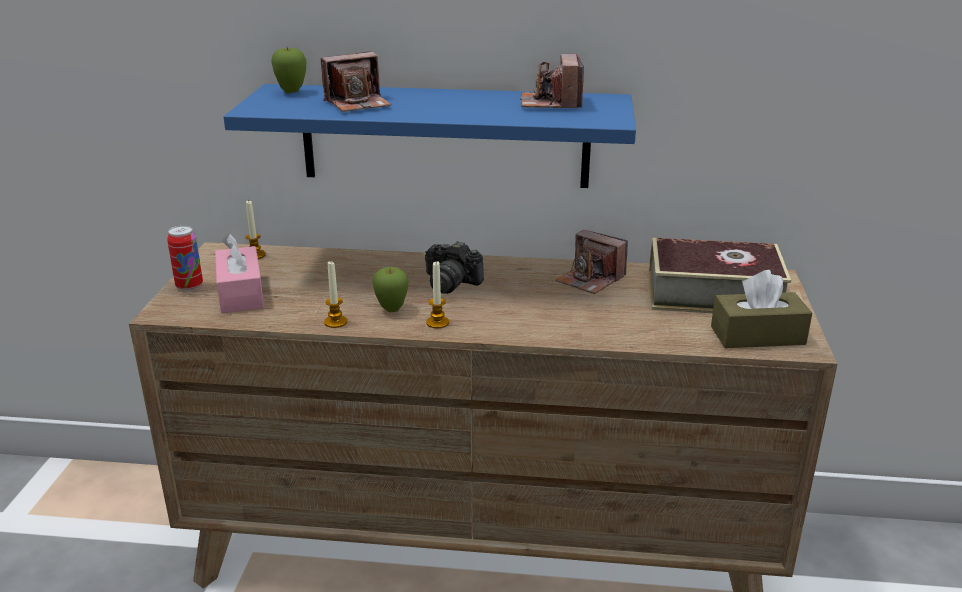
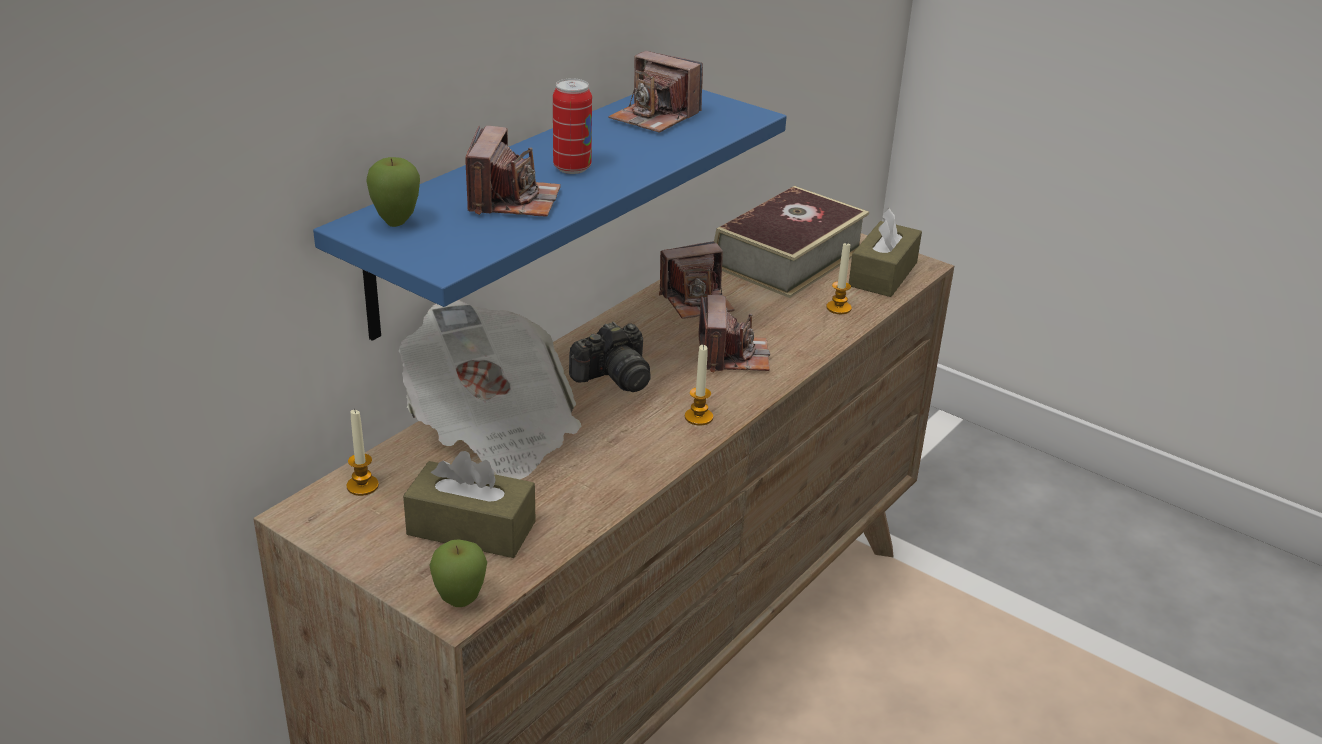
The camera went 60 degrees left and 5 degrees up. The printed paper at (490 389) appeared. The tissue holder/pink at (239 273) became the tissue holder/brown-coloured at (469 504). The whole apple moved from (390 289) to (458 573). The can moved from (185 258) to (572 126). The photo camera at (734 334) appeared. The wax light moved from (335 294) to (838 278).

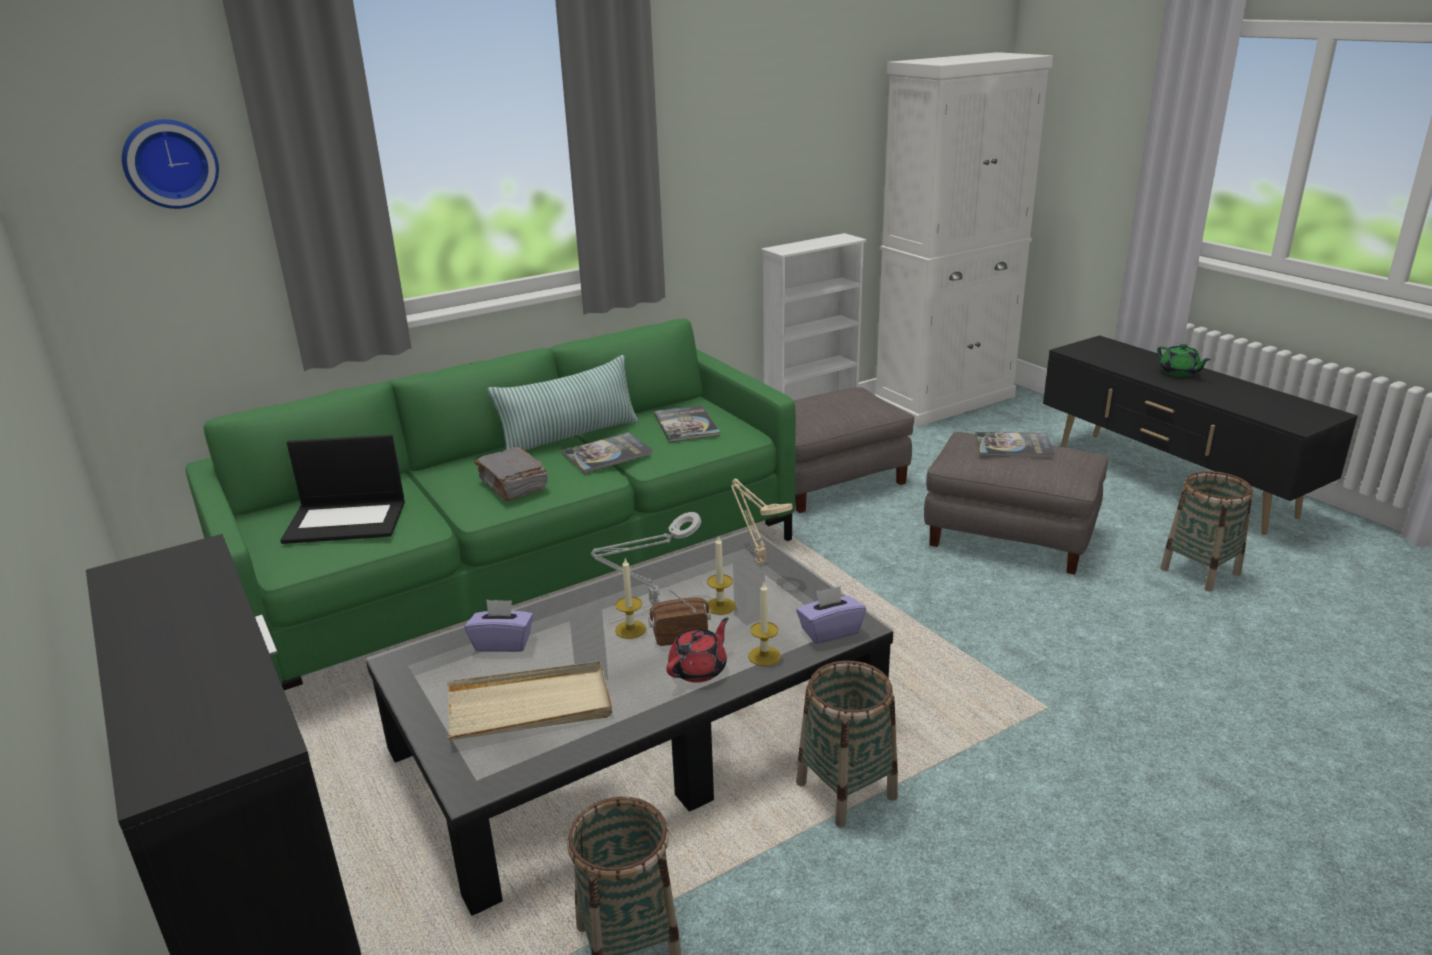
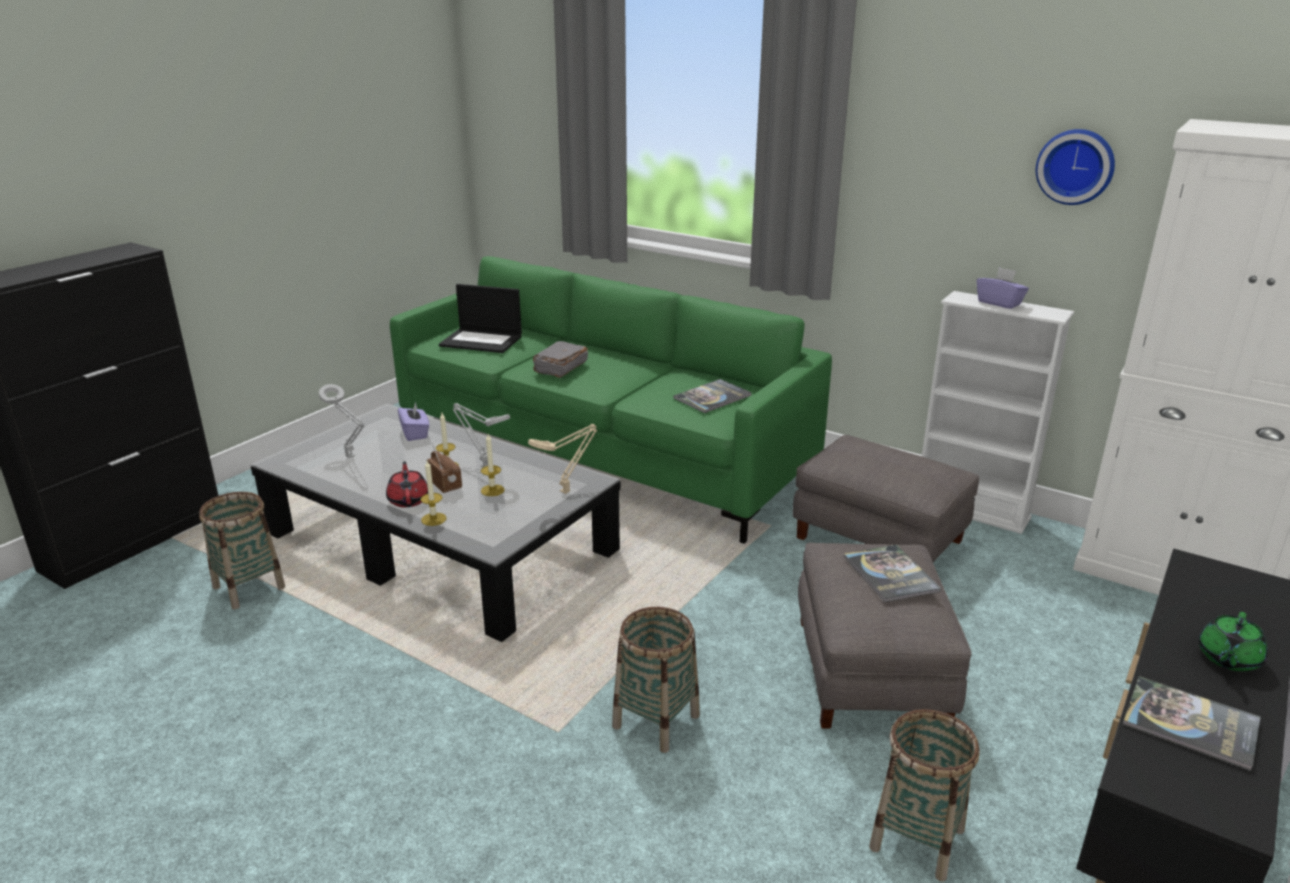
The camera went 65 degrees right and 0 degrees up. The serving tray/beige at (529 700) was replaced by the table lamp/greyish at (342 421). The teapot/red at (697 650) turned 120 degrees counterclockwise. The portable computer at (342 489) turned 45 degrees counterclockwise. The household basket moved from (847 744) to (656 680). The tissue holder/purple-coloured moved from (831 615) to (1003 288). The wall clock moved from (170 164) to (1075 167). The volume moved from (607 453) to (1191 723). The throw pillow at (563 403) disappeared.

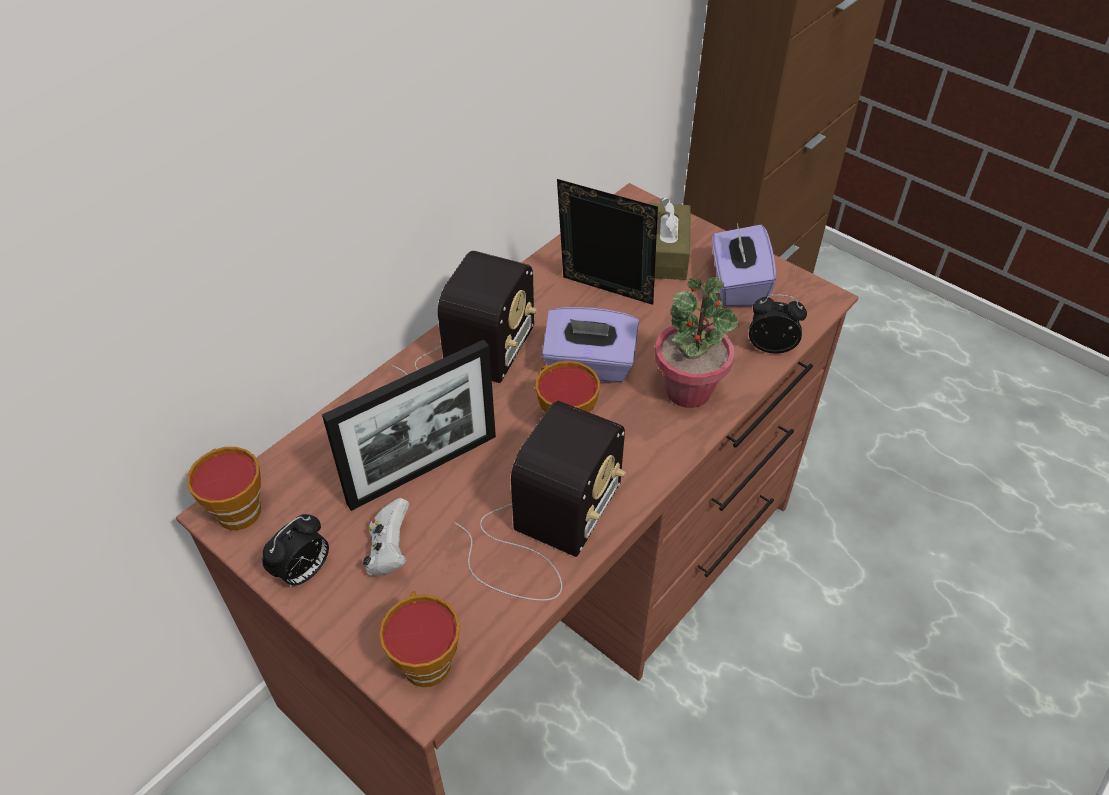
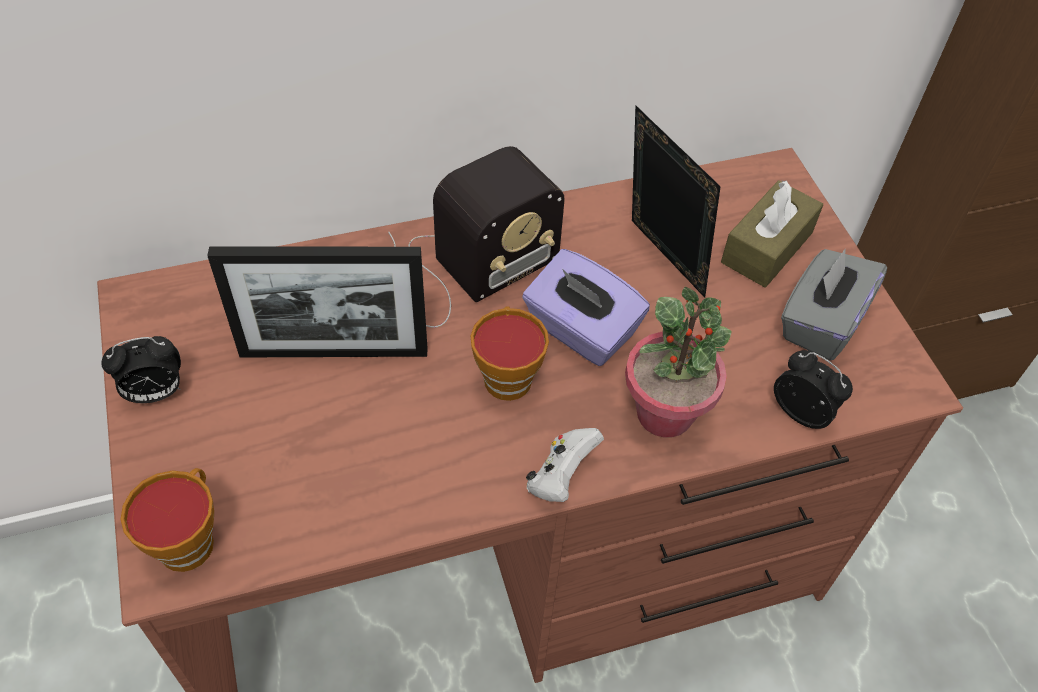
The camera went 30 degrees right and 5 degrees up. The game controller/white-coloured moved from (386 537) to (565 465). The tissue holder/purple-coloured at (744 264) became the tissue holder/greyish at (834 304). The cup at (224 488) disappeared. The radio set at (540 501) disappeared.

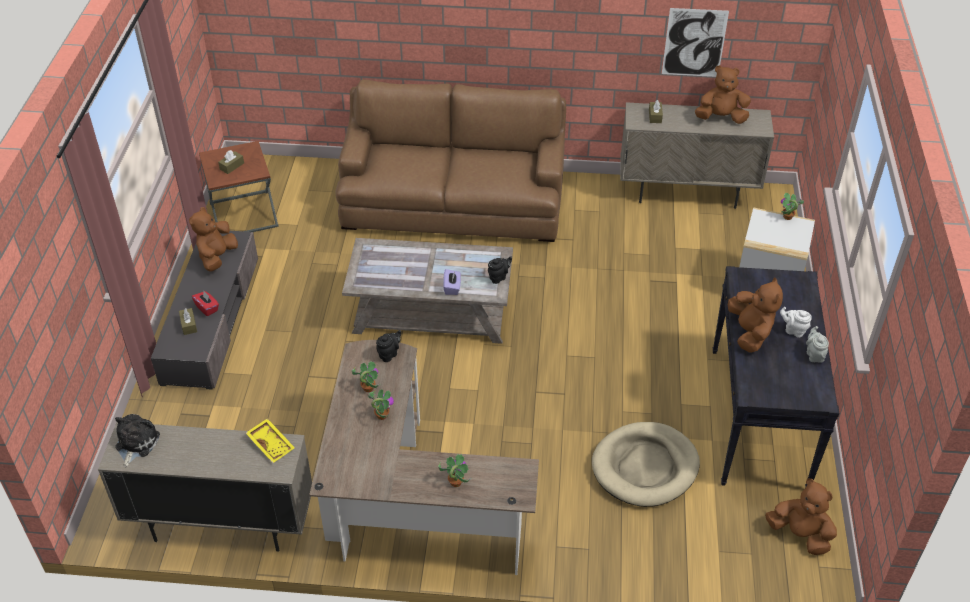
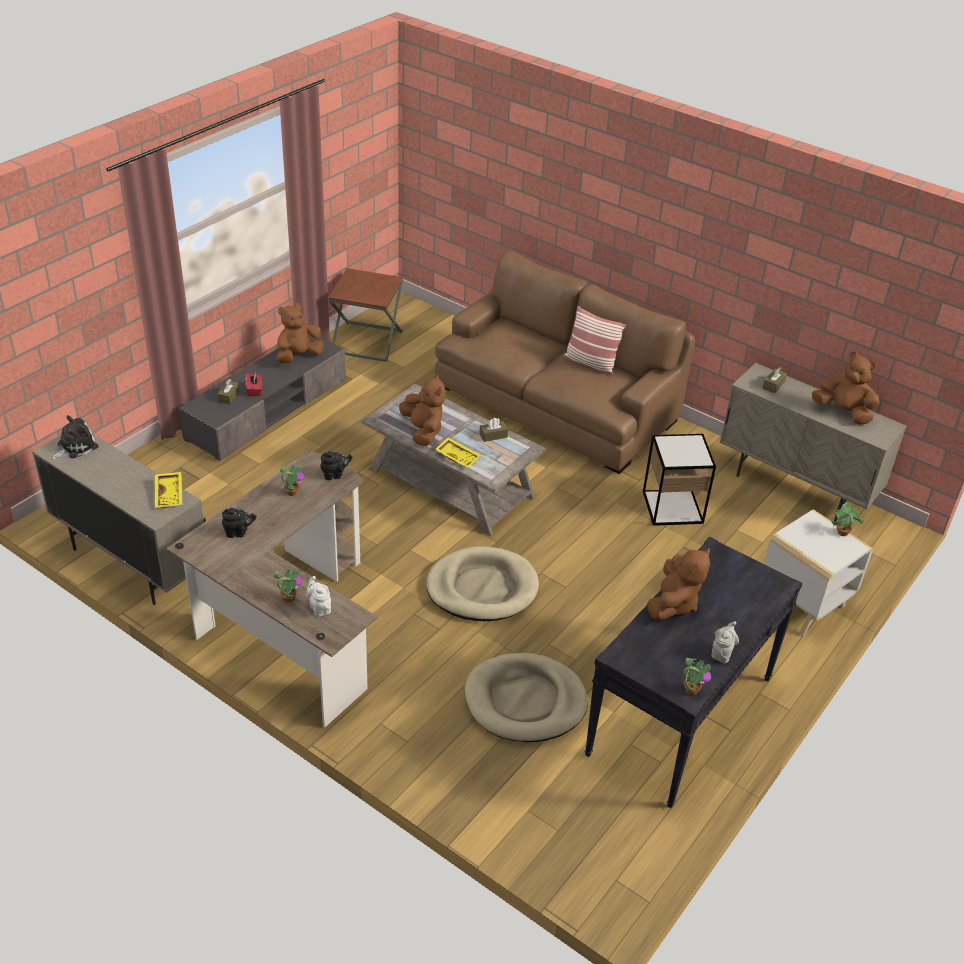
The camera went 30 degrees right and 5 degrees down. The teapot/black moved from (500 270) to (239 523). The teapot/white-coloured moved from (796 322) to (318 596). The plush toy/brown-coloured moved from (801 516) to (422 410). The dog cushion/beige at (482 583) appeared. The tissue holder/purple-coloured at (452 282) was replaced by the serving tray/yellow-coloured at (458 452). The tissue holder/brown-coloured moved from (231 162) to (493 430). The throw pillow at (595 340) appeared. The side table at (679 480) appeared. The plant in a pot moved from (381 405) to (697 676). The wall picture at (695 42) disappeared.

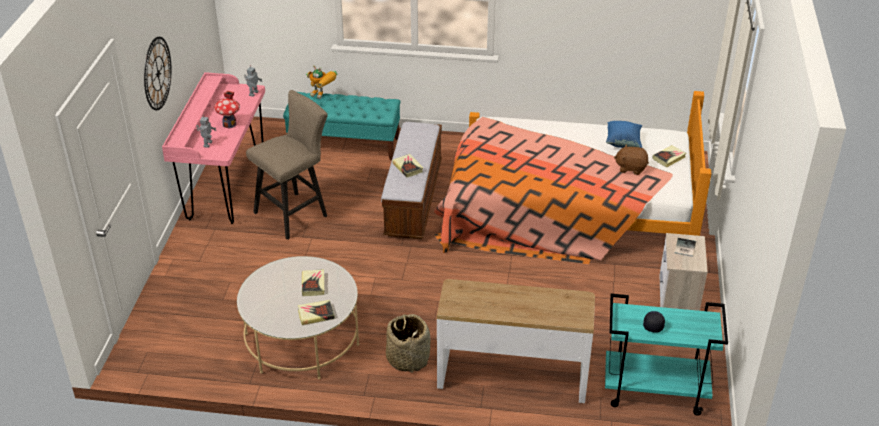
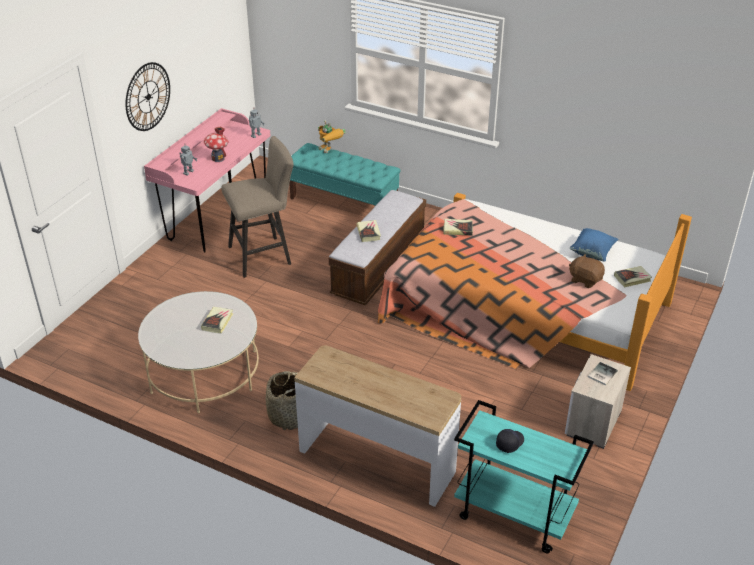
The camera went 20 degrees right and 0 degrees up. The volume moved from (316 312) to (458 227).

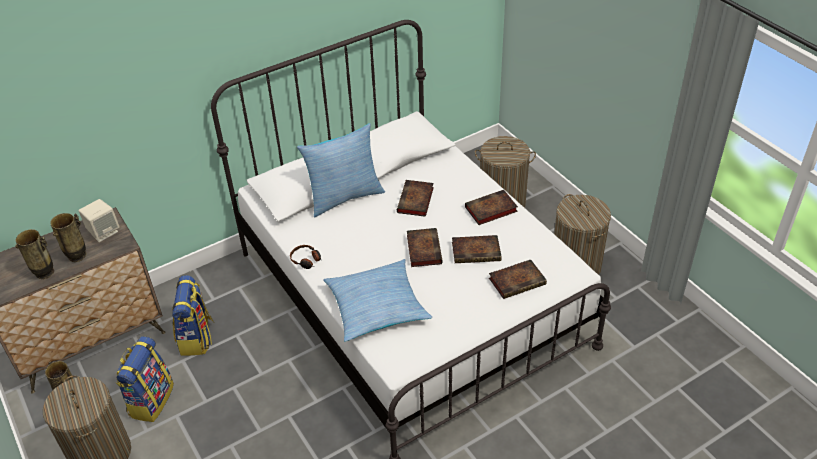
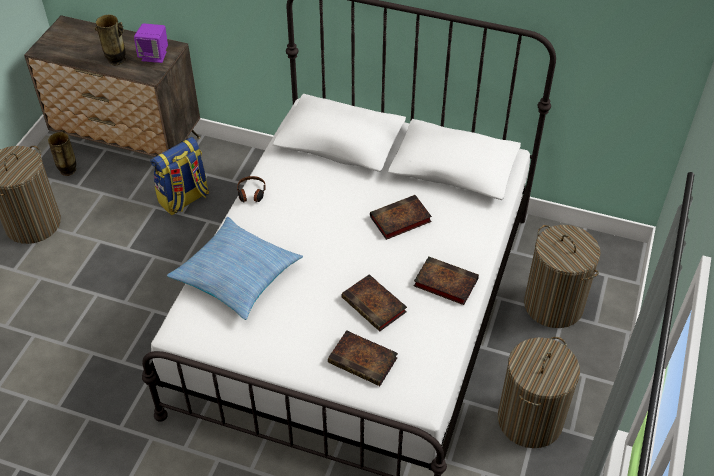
The camera went 50 degrees right and 5 degrees up. The audio speaker/beige at (99 220) became the audio speaker/purple-coloured at (151 43). The vase at (34 254) disappeared. The rucksack at (145 379) disappeared. The throw pillow at (341 170) disappeared. The volume at (425 247) disappeared.

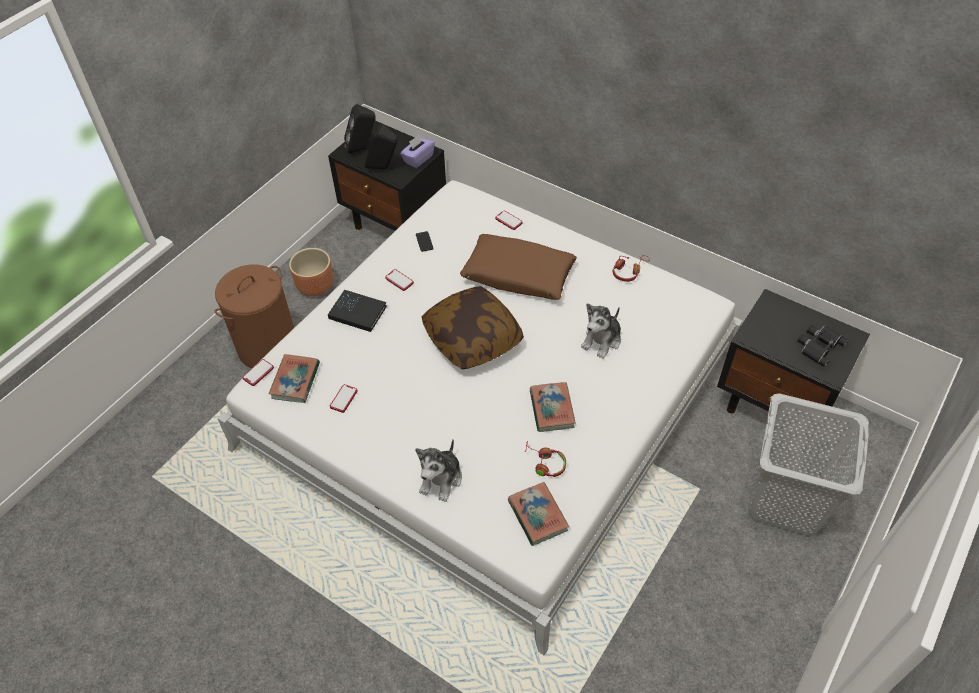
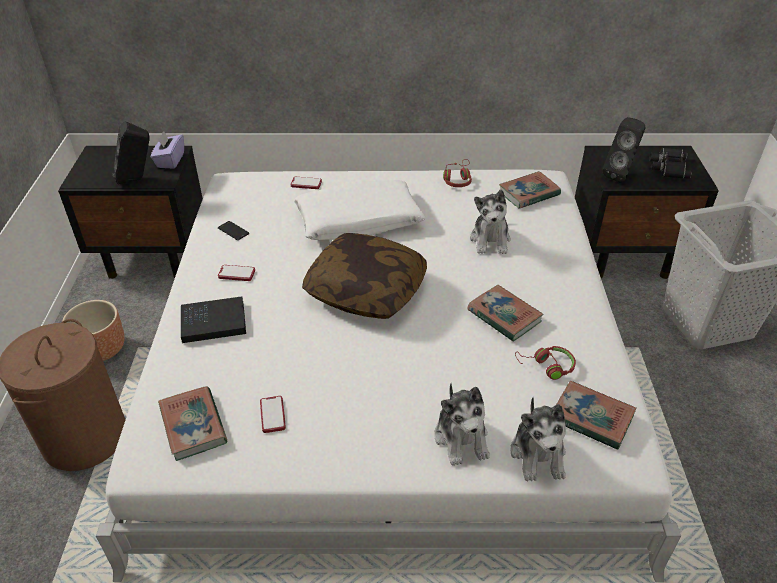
The camera went 35 degrees left and 10 degrees down. The throw pillow/brown-coloured at (518 267) became the throw pillow/white-coloured at (359 210). The volume at (530 190) appeared. The plush toy at (538 439) appeared. The audio speaker/black moved from (360 129) to (624 149). The telephone at (258 372) disappeared.

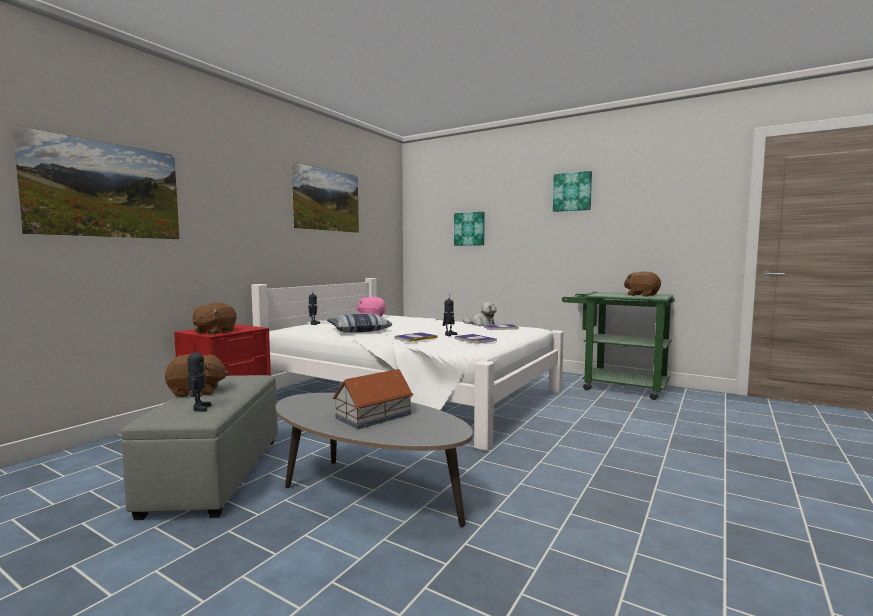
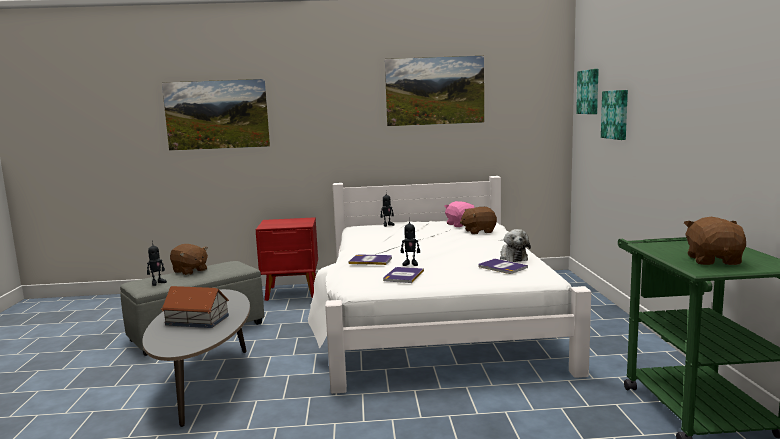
The camera went 55 degrees right and 5 degrees up. The plush toy/brown-coloured moved from (214 319) to (478 220). The wall picture moved from (572 191) to (587 91). The throw pillow at (359 323) disappeared.

